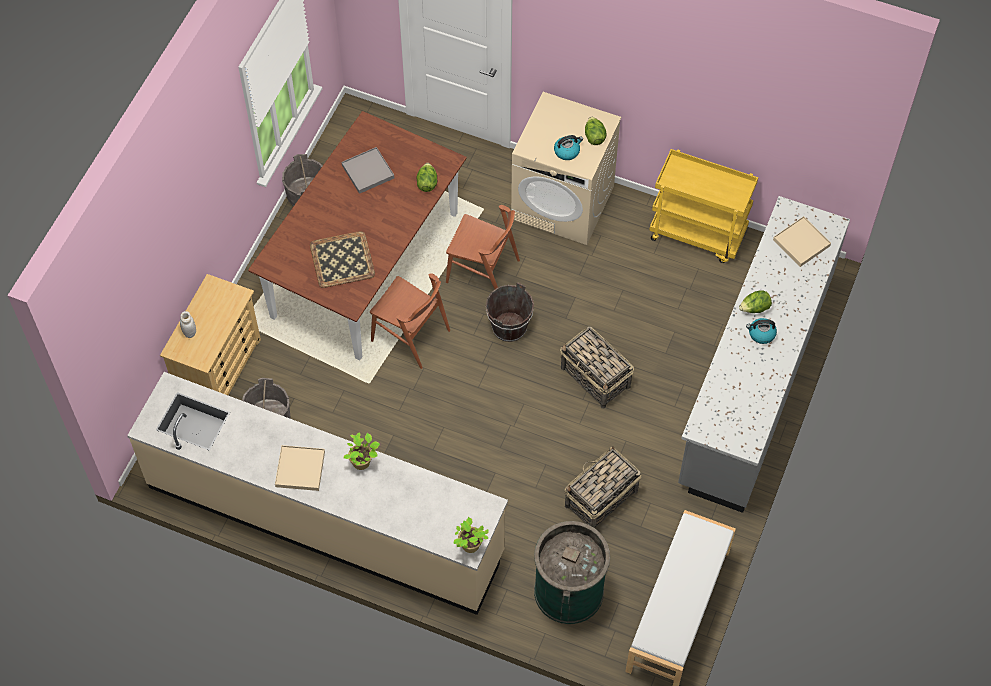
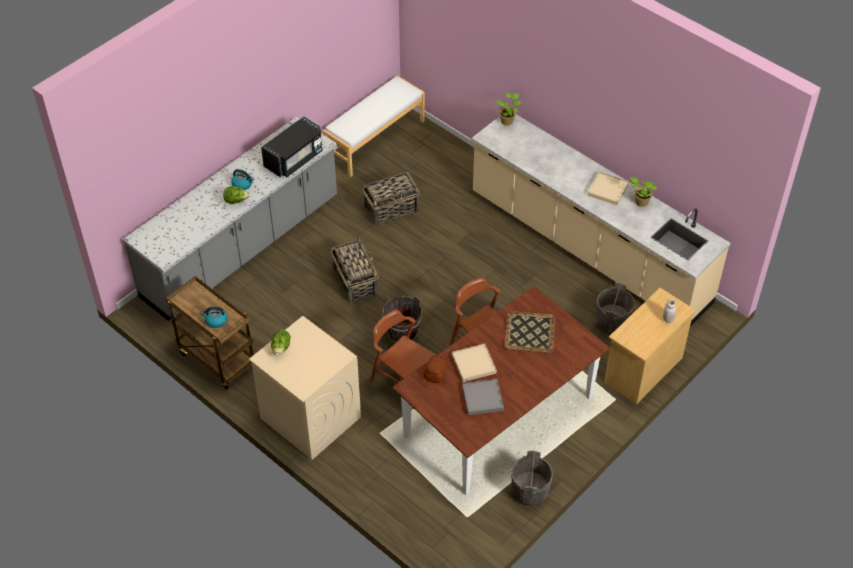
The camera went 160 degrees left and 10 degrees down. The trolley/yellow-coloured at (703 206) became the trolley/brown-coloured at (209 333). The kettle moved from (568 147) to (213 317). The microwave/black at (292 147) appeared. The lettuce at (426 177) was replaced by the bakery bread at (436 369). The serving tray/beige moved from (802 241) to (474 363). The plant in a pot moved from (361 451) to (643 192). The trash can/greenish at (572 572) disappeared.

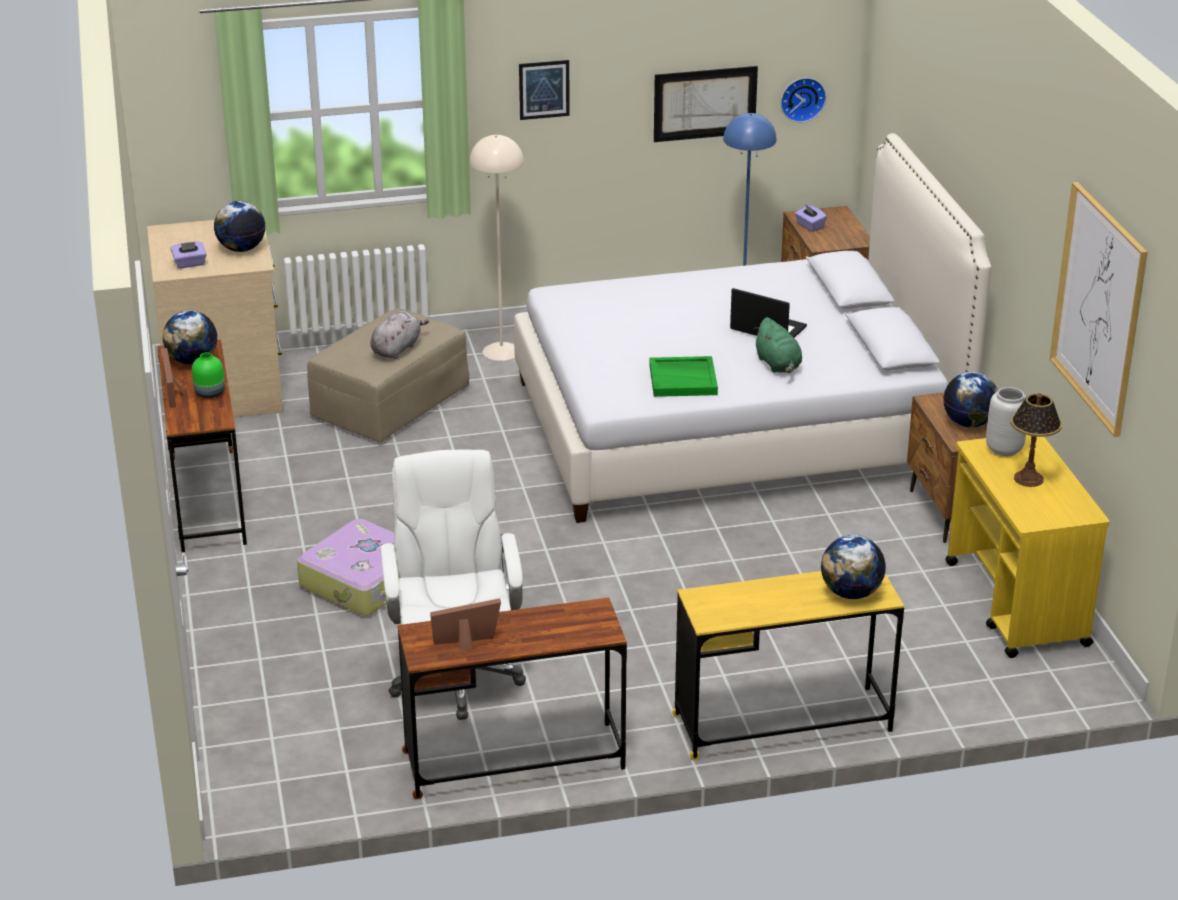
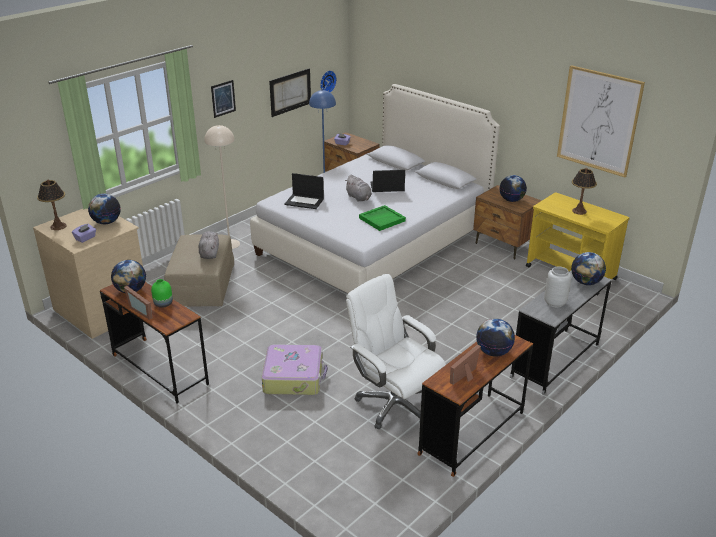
The camera went 35 degrees left and 0 degrees up. The table lamp at (52 204) appeared. The portable computer at (304 191) appeared. The plush toy/greyish at (358 188) appeared. The desk globe at (495 337) appeared. The desk unit/yellow-coloured at (788 665) became the desk unit/greyish at (561 333). The vase/greyish moved from (1006 421) to (557 286). The plush toy/greenish at (778 345) disappeared.

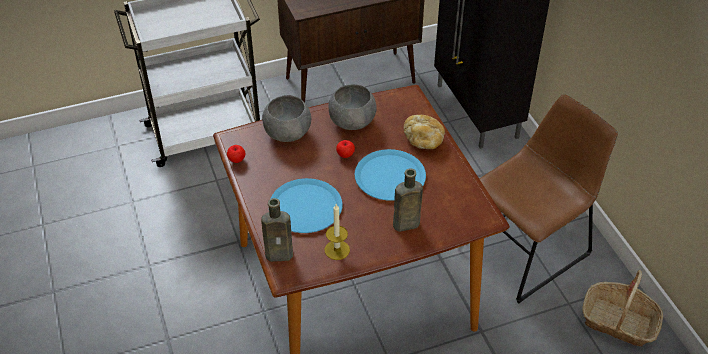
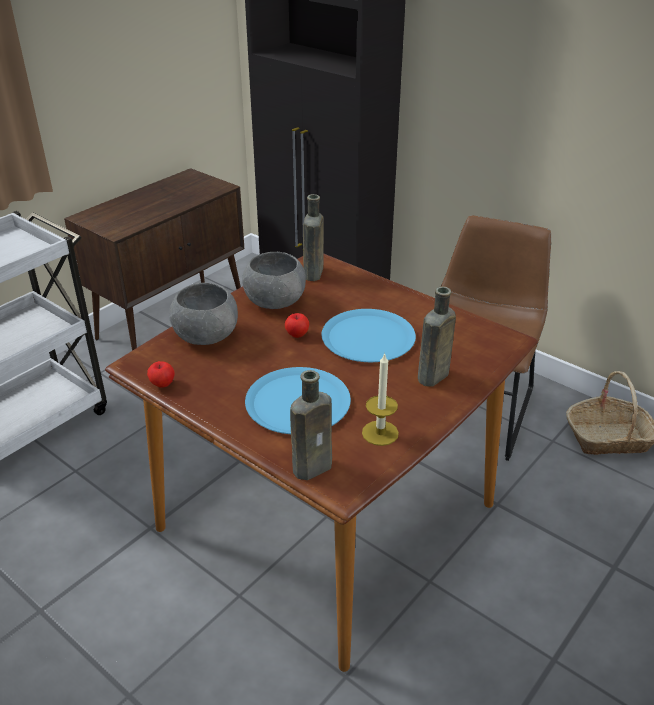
The camera went 30 degrees left and 10 degrees down. The drink bottle/brown-coloured at (313 237) appeared. The bakery bread at (424 132) disappeared.

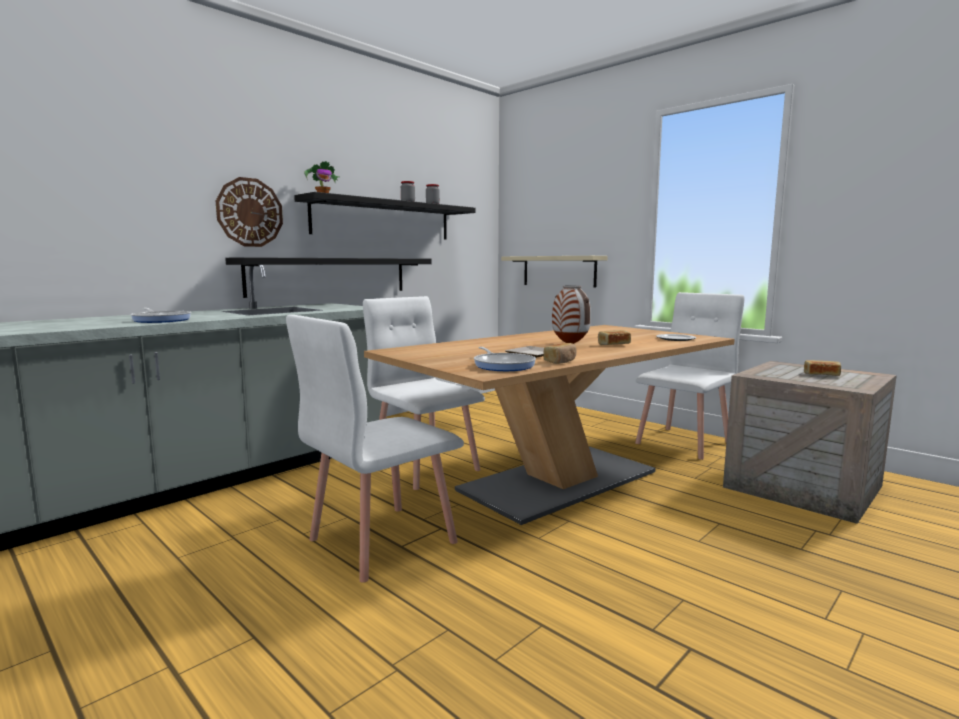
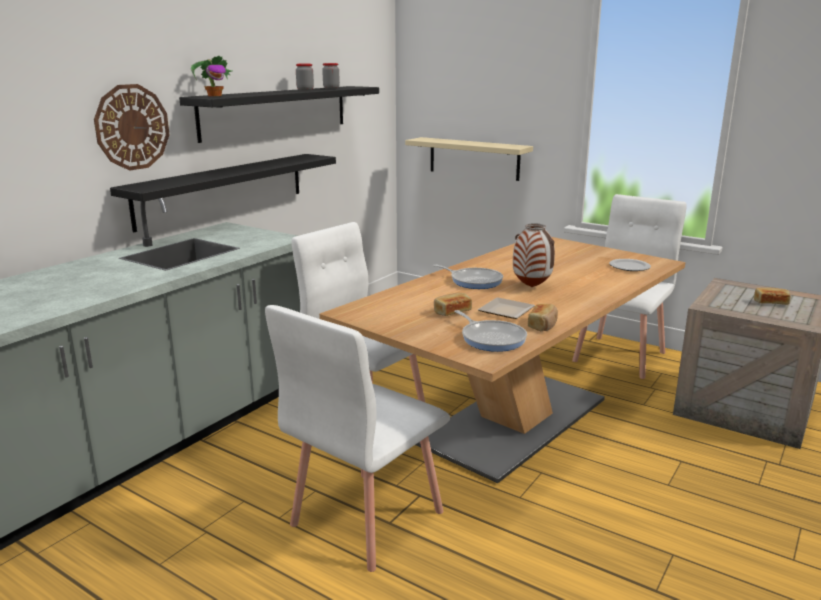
The camera went 10 degrees left and 10 degrees up. The pan moved from (160 315) to (468 276). The bakery bread moved from (614 337) to (453 304).

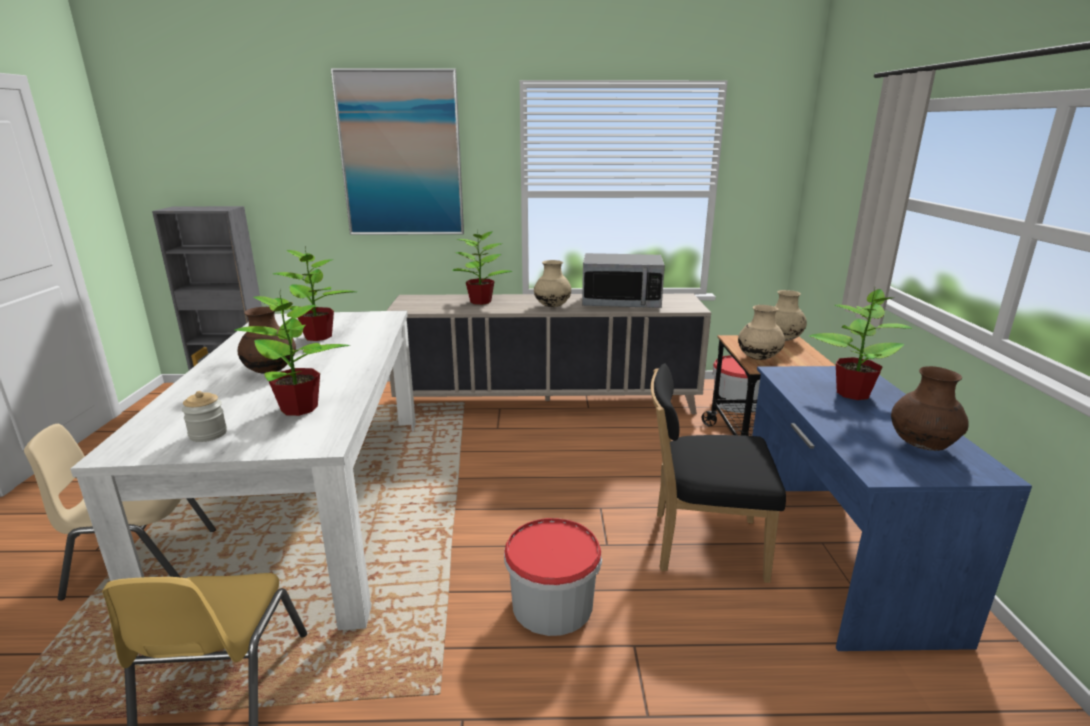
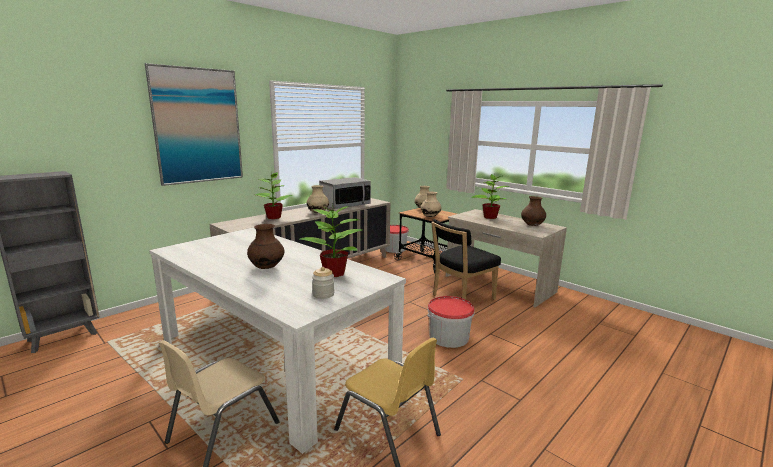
The camera went 45 degrees left and 5 degrees down. The desk unit/blue-coloured at (892 508) became the desk unit/beige at (506 258). The plant in a pot at (314 293) disappeared.

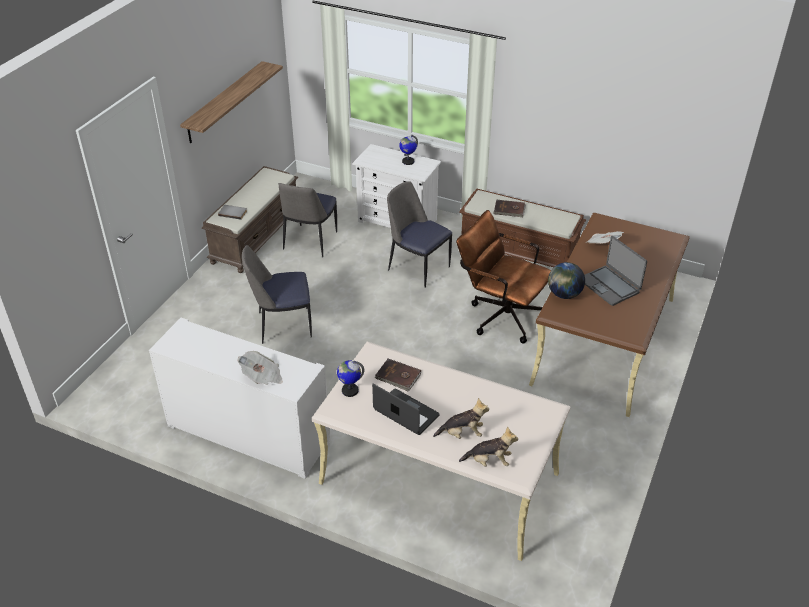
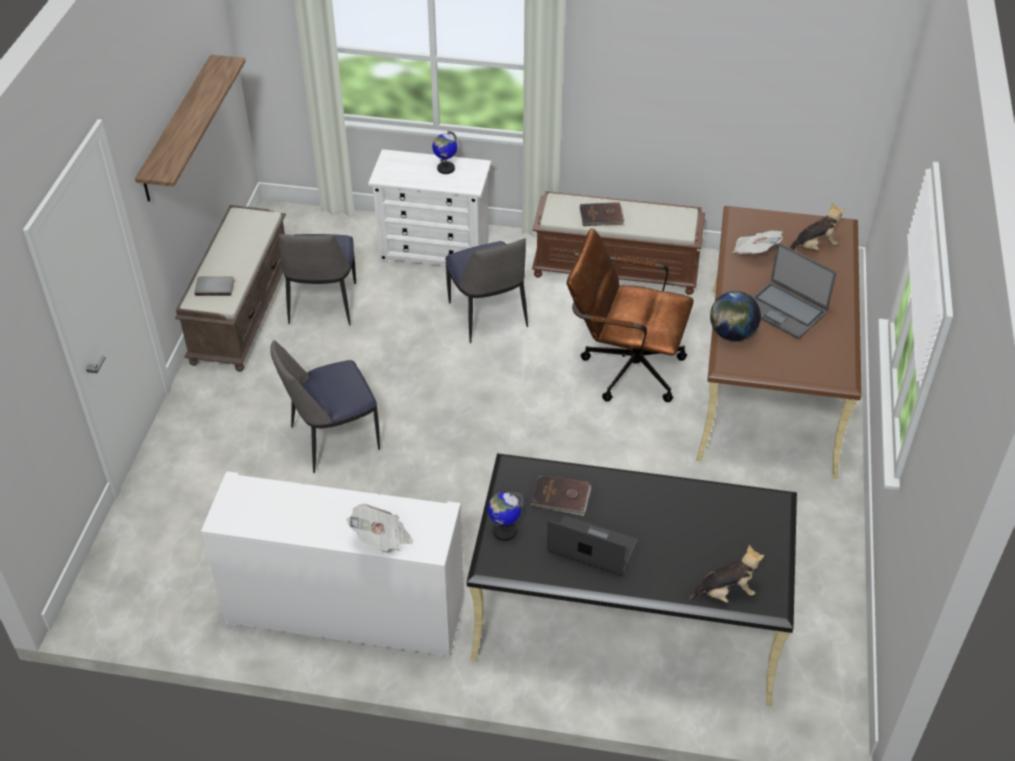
The camera went 15 degrees left and 5 degrees up. The plain chair at (419 234) turned 135 degrees counterclockwise. The desk unit/beige at (441 451) became the desk unit/black at (632 579). The plush toy moved from (461 418) to (817 226).

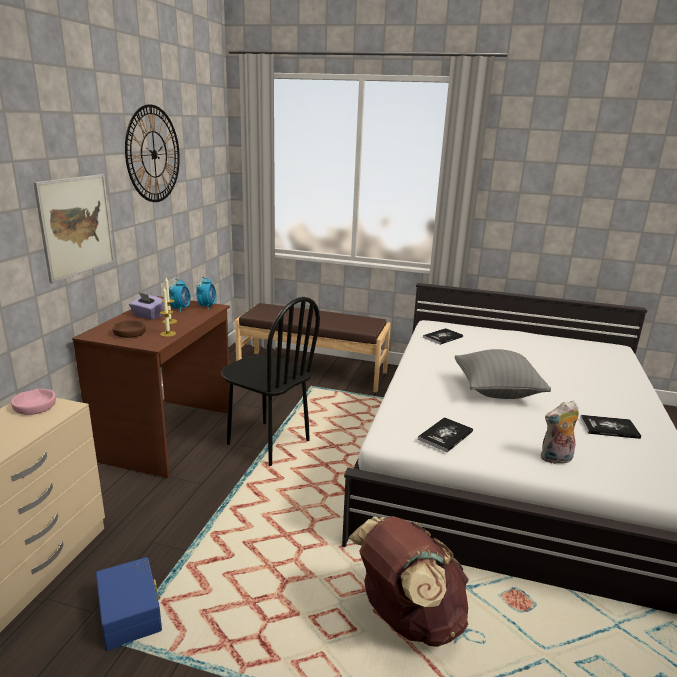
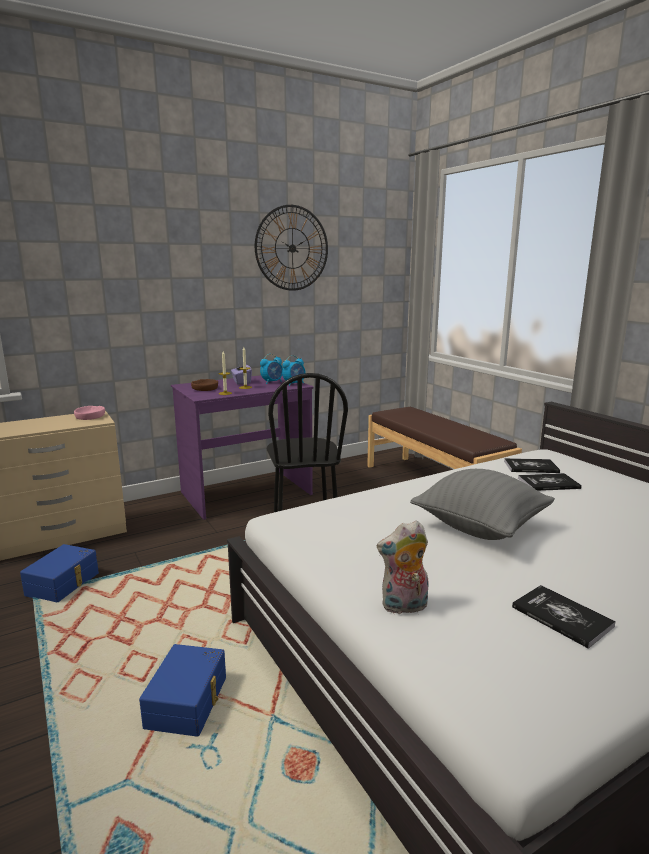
The camera went 45 degrees right and 5 degrees down. The rucksack/brown-coloured at (409 581) was replaced by the storage container/blue-coloured at (182 690). The desk unit/brown-coloured at (151 387) became the desk unit/purple-coloured at (242 447). The plush toy at (560 432) turned 45 degrees counterclockwise. The volume moved from (445 434) to (550 482). The wall picture at (73 229) disappeared.

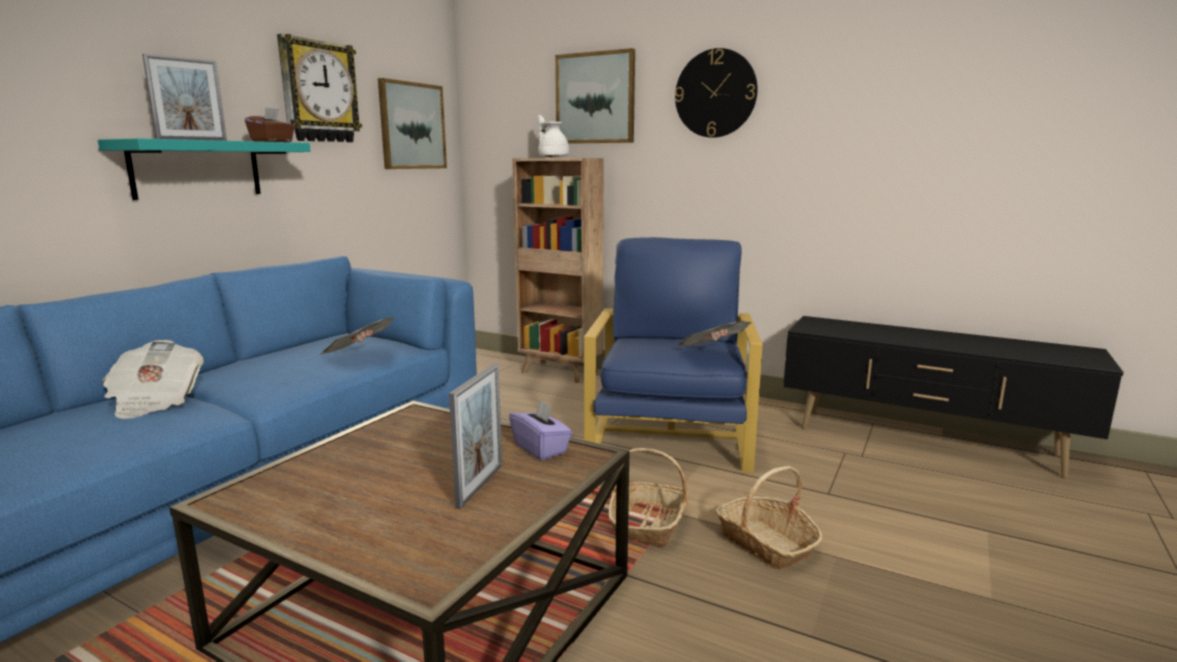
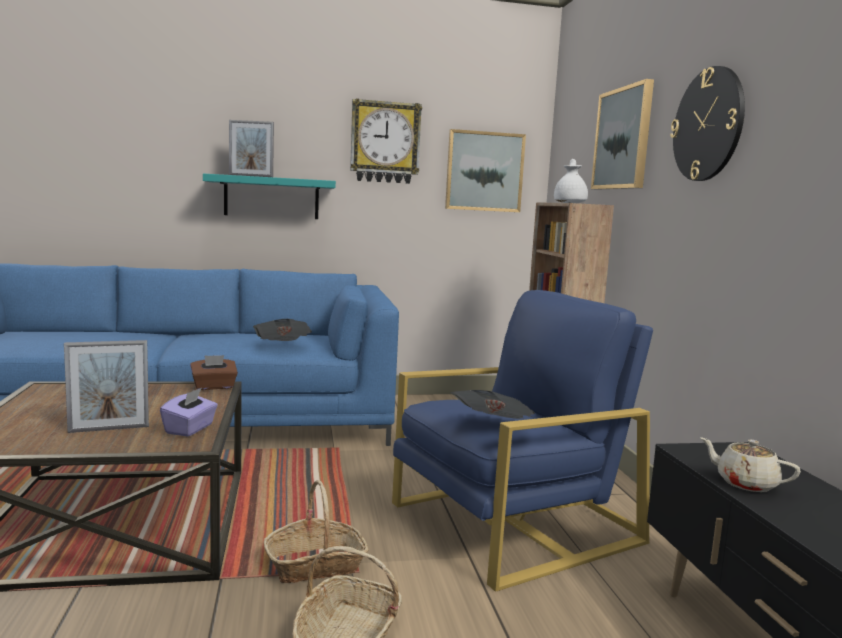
The camera went 50 degrees right and 5 degrees down. The tissue holder/brown-coloured moved from (270 124) to (214 372). The teapot/beige at (751 465) appeared. The printed paper at (153 379) disappeared.

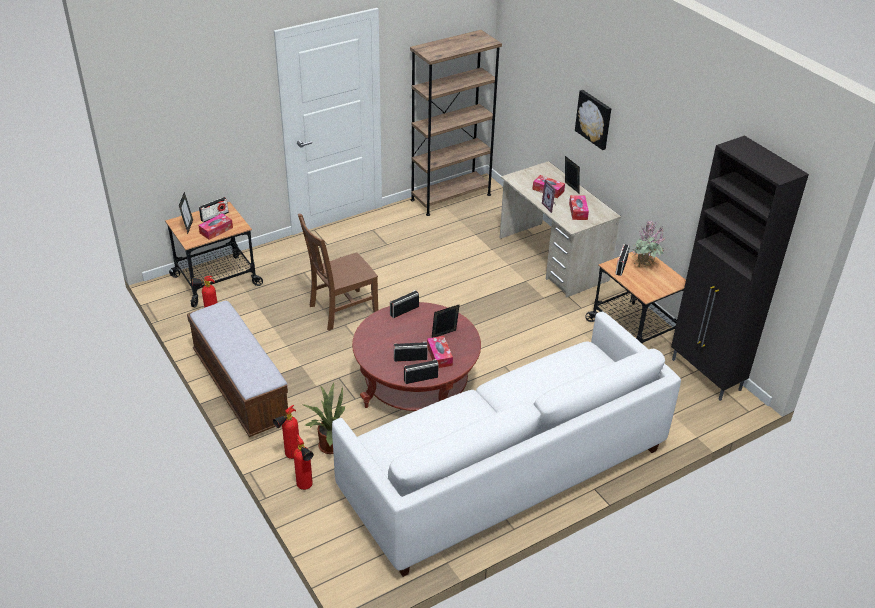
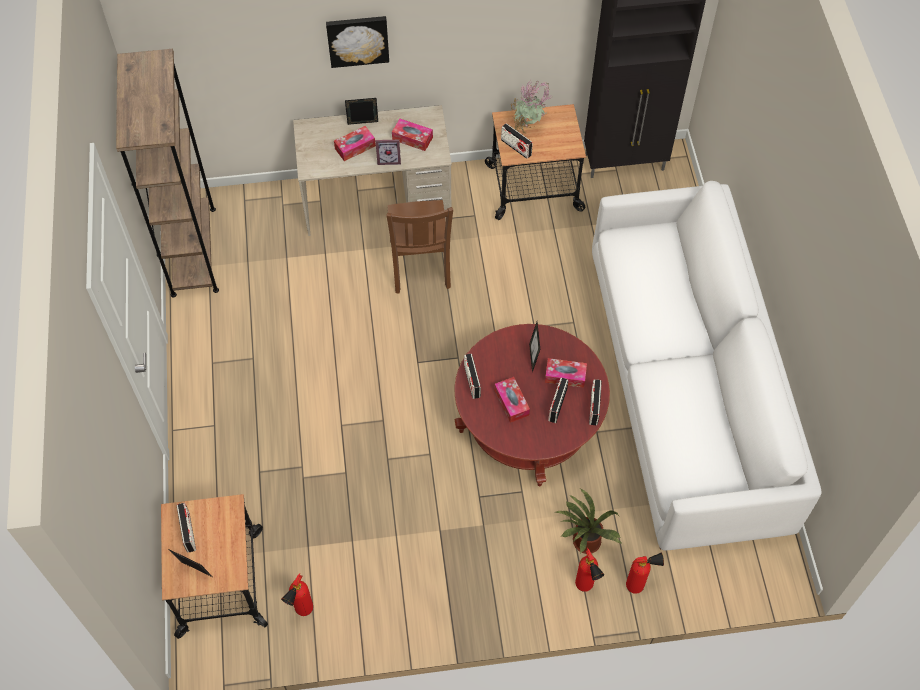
The camera went 65 degrees left and 20 degrees up. The plain chair/brown-coloured moved from (338 272) to (419 246). The tissue holder moved from (215 226) to (512 400). The indoor bench at (237 368) disappeared.

